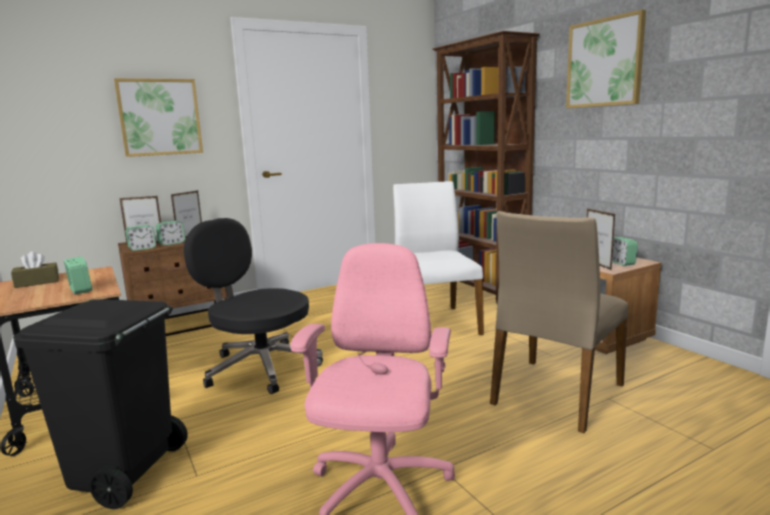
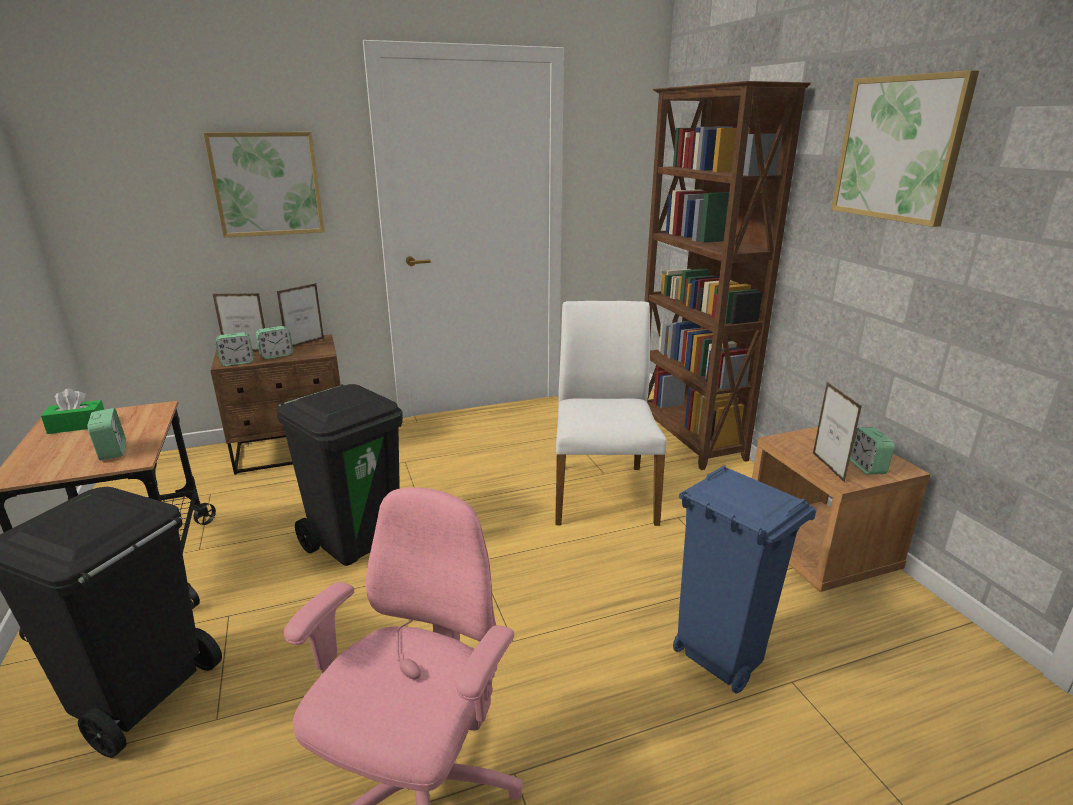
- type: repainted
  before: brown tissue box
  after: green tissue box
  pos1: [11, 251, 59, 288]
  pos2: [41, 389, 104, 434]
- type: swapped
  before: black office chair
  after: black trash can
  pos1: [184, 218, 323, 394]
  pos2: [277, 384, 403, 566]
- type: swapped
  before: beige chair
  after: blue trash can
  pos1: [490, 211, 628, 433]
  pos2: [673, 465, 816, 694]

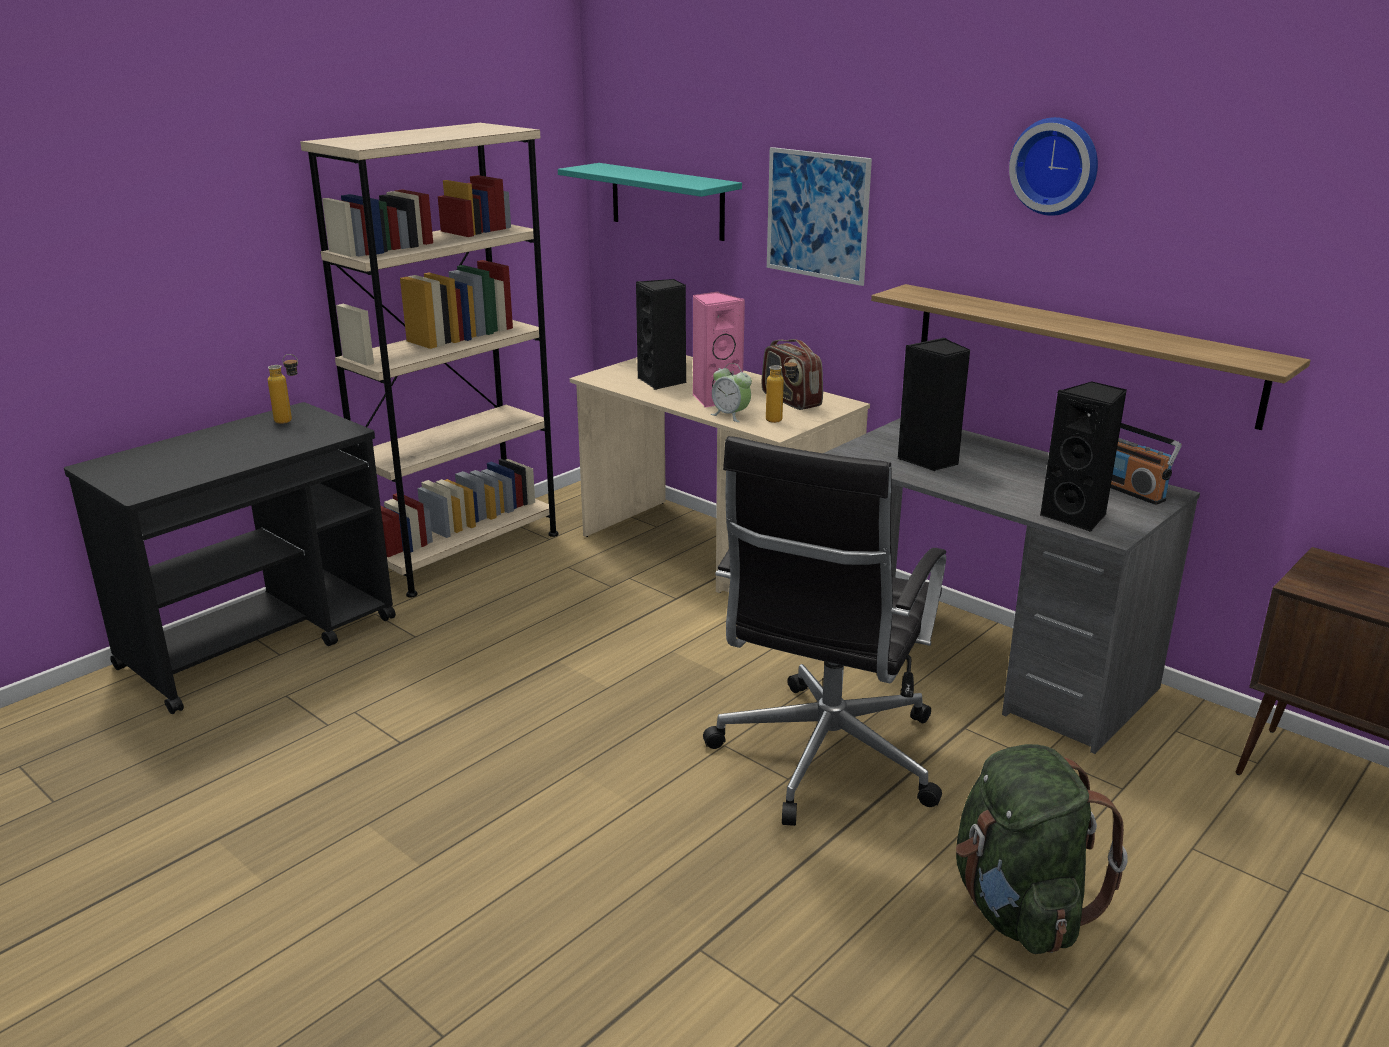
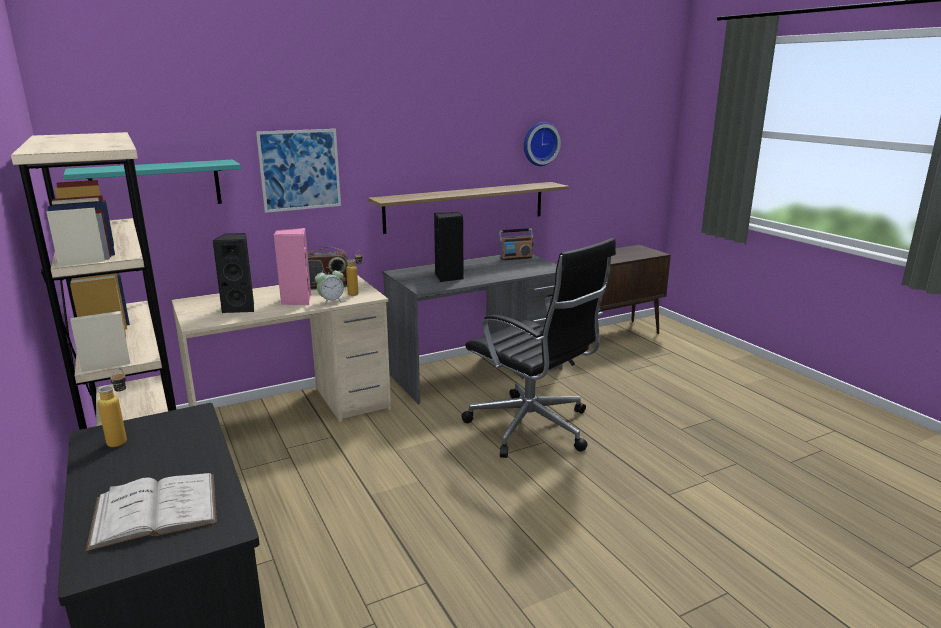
- type: new
  after: white book
  pos2: [86, 473, 217, 552]
- type: shifted
  before: wall clock
  pos1: [1009, 117, 1098, 216]
  pos2: [524, 122, 561, 166]
- type: gone
  before: green backpack
  pos1: [956, 744, 1128, 954]
- type: gone
  before: black speaker
  pos1: [1040, 381, 1127, 532]

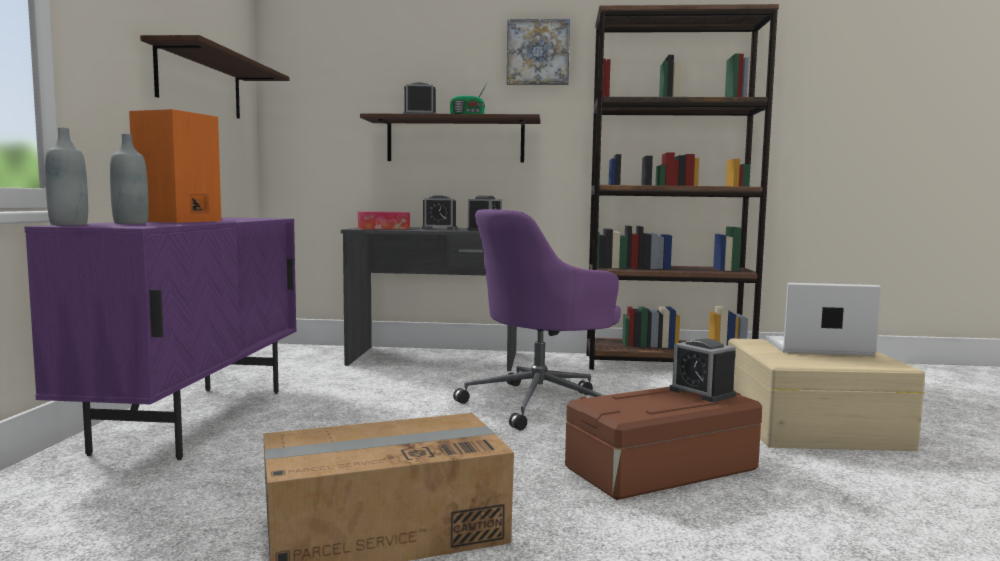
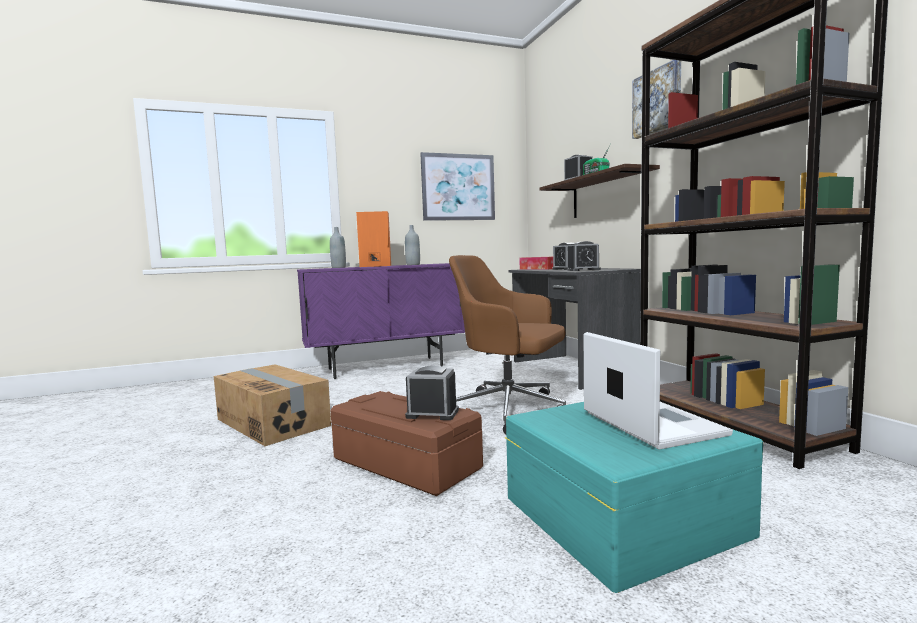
- type: shifted
  before: grey bottle
  pos1: [45, 128, 88, 225]
  pos2: [405, 225, 420, 265]
- type: rotated
  before: alarm clock
  pos1: [670, 339, 736, 402]
  pos2: [405, 366, 459, 420]
  turn: 75
- type: swapped
  before: shelf
  after: picture
  pos1: [140, 35, 289, 119]
  pos2: [420, 152, 495, 221]
- type: repainted
  before: purple office chair
  after: brown office chair
  pos1: [453, 209, 621, 430]
  pos2: [449, 255, 566, 434]
- type: repainted
  before: beige storage box
  after: turquoise storage box
  pos1: [728, 339, 925, 451]
  pos2: [505, 402, 763, 593]

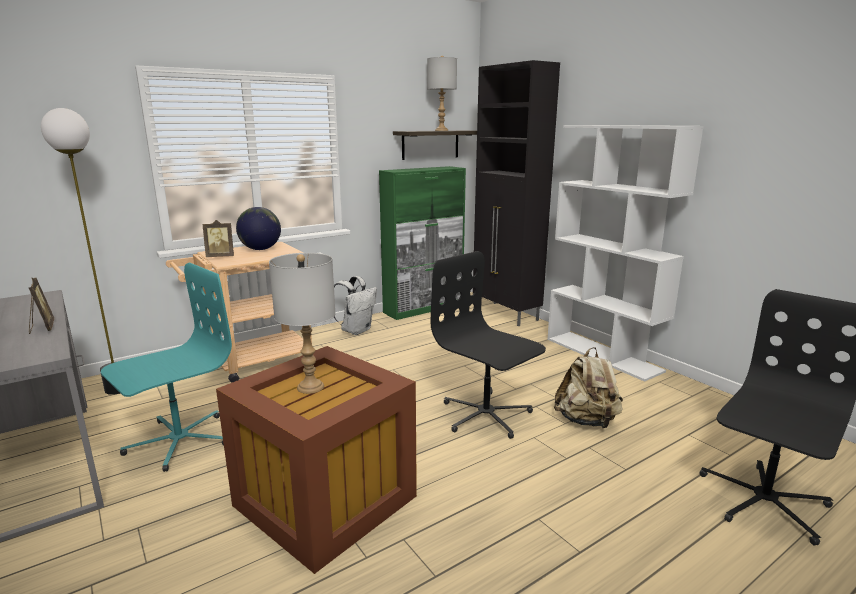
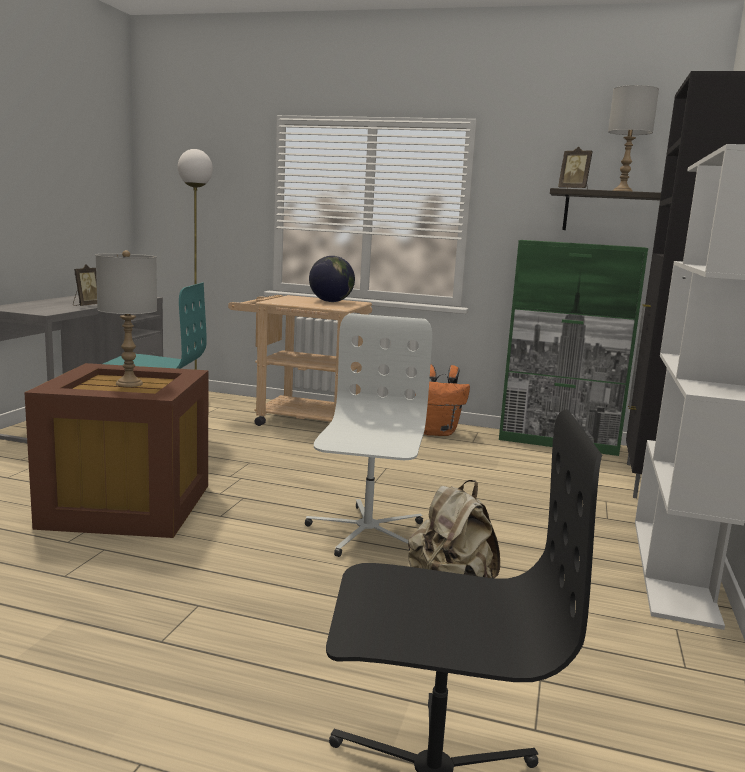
- type: repainted
  before: black office chair
  after: white office chair
  pos1: [431, 251, 546, 439]
  pos2: [305, 313, 432, 557]
- type: repainted
  before: white backpack
  after: orange backpack
  pos1: [334, 276, 377, 335]
  pos2: [415, 364, 470, 436]
- type: shifted
  before: picture frame
  pos1: [203, 220, 234, 257]
  pos2: [558, 147, 593, 190]

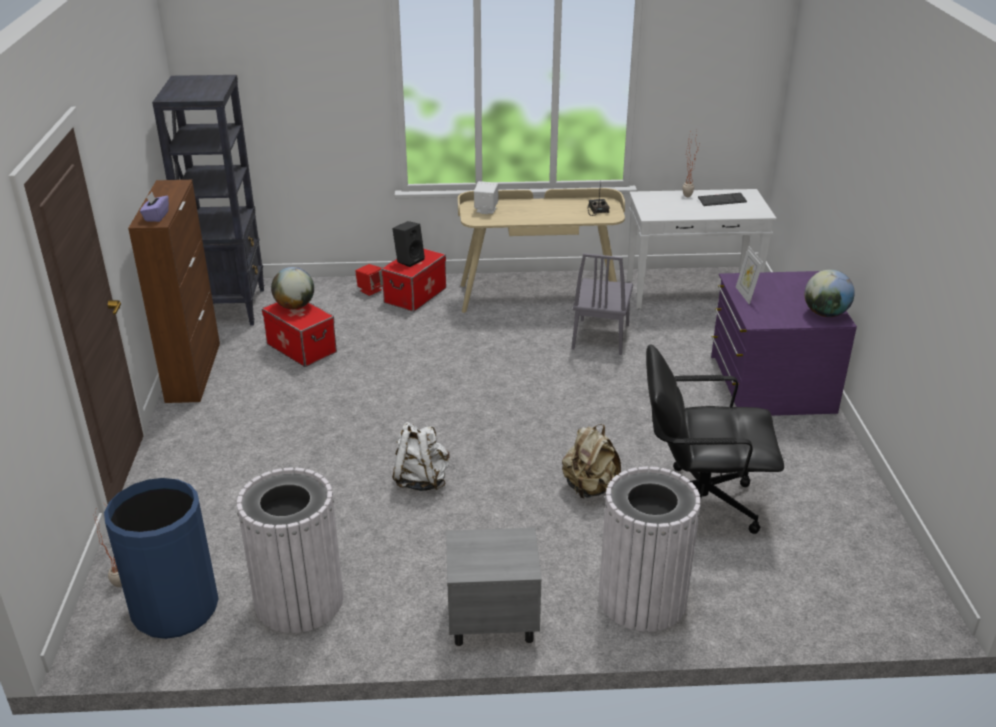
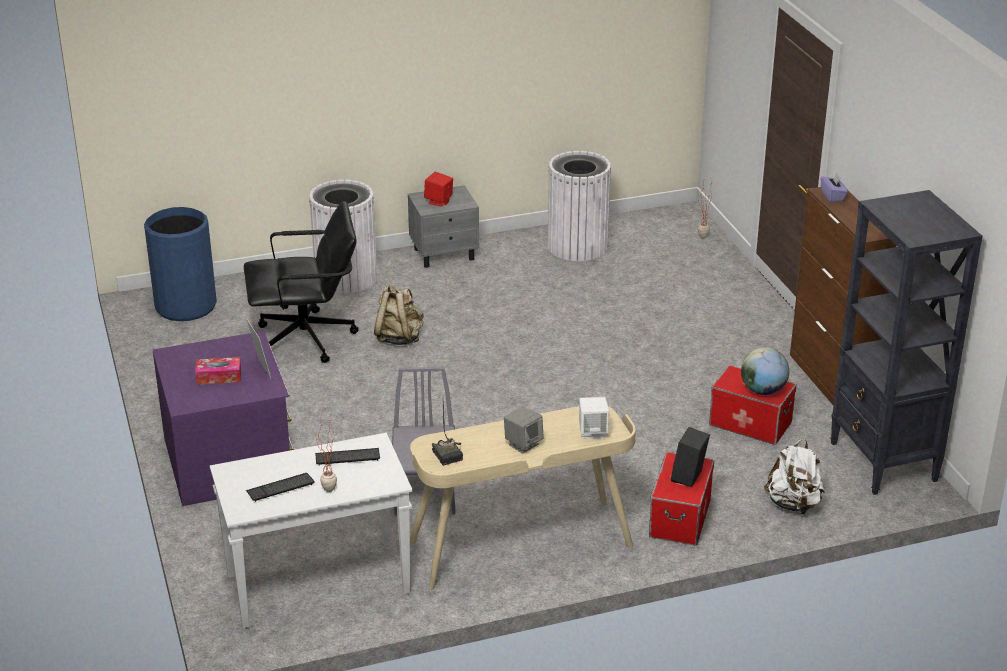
- type: shifted
  before: blue trash can
  pos1: [104, 478, 219, 639]
  pos2: [144, 207, 217, 321]
- type: new
  after: tissue box
  pos2: [195, 357, 241, 385]
- type: new
  after: keyboard
  pos2: [315, 448, 380, 466]
- type: shifted
  before: red speaker
  pos1: [355, 264, 383, 296]
  pos2: [424, 172, 453, 206]
- type: new
  after: grey speaker
  pos2: [504, 407, 544, 454]
- type: shifted
  before: white backpack
  pos1: [393, 422, 450, 491]
  pos2: [764, 439, 825, 514]
- type: gone
  before: globe
  pos1: [804, 270, 855, 317]

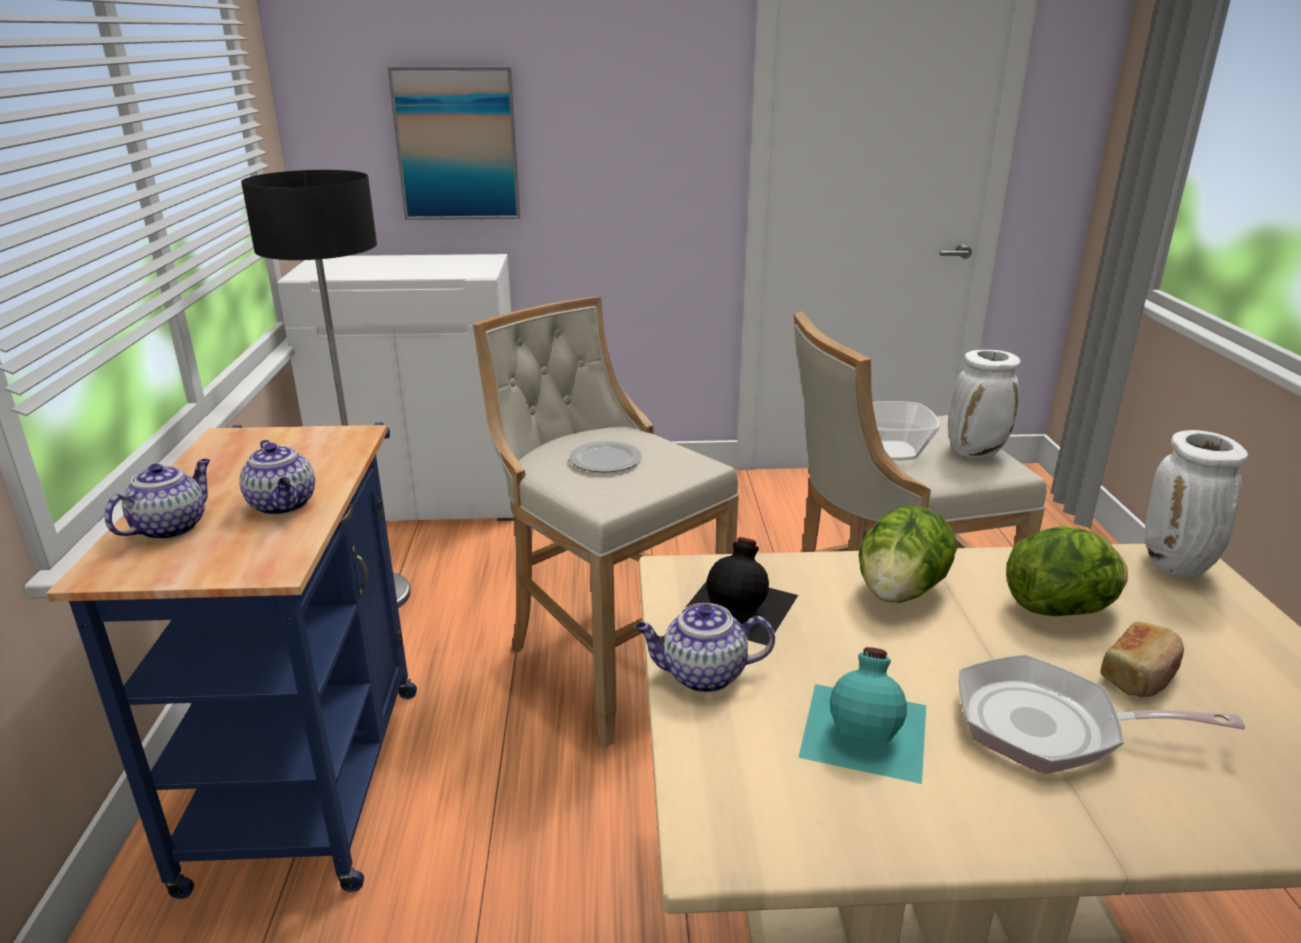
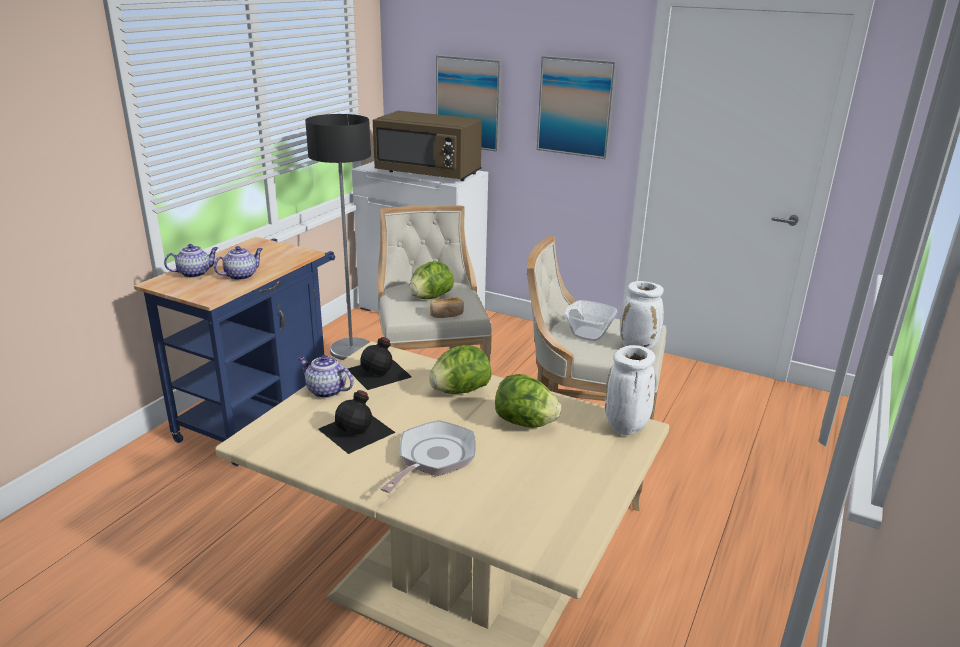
- type: rotated
  before: teapot
  pos1: [239, 440, 315, 515]
  pos2: [214, 246, 263, 280]
  turn: -135
- type: repainted
  before: turquoise bottle
  after: black bottle
  pos1: [798, 647, 926, 784]
  pos2: [318, 390, 396, 454]
- type: new
  after: brown microwave
  pos2: [373, 111, 482, 181]
- type: rotated
  before: frying pan
  pos1: [959, 655, 1245, 774]
  pos2: [380, 420, 476, 493]
  turn: 75
- type: swapped
  before: plate
  after: lettuce
  pos1: [569, 441, 642, 472]
  pos2: [409, 261, 454, 299]
- type: shifted
  before: bread
  pos1: [1101, 622, 1184, 698]
  pos2: [430, 297, 464, 318]
- type: new
  after: picture
  pos2: [537, 56, 617, 159]

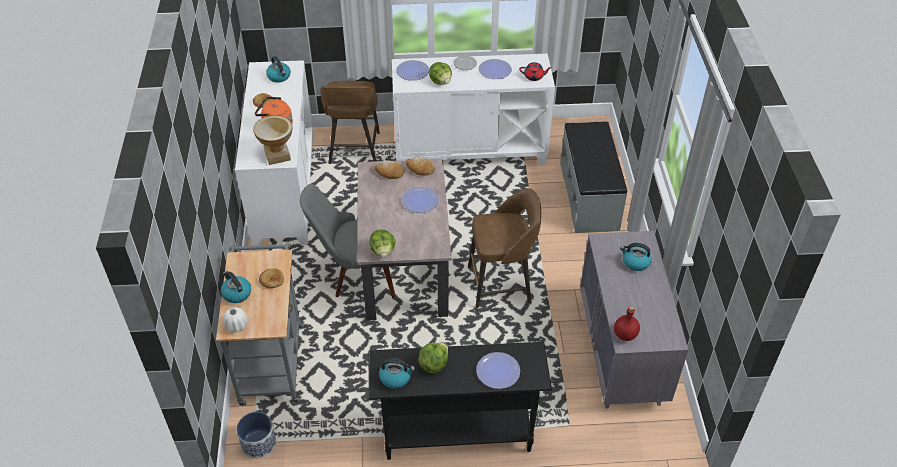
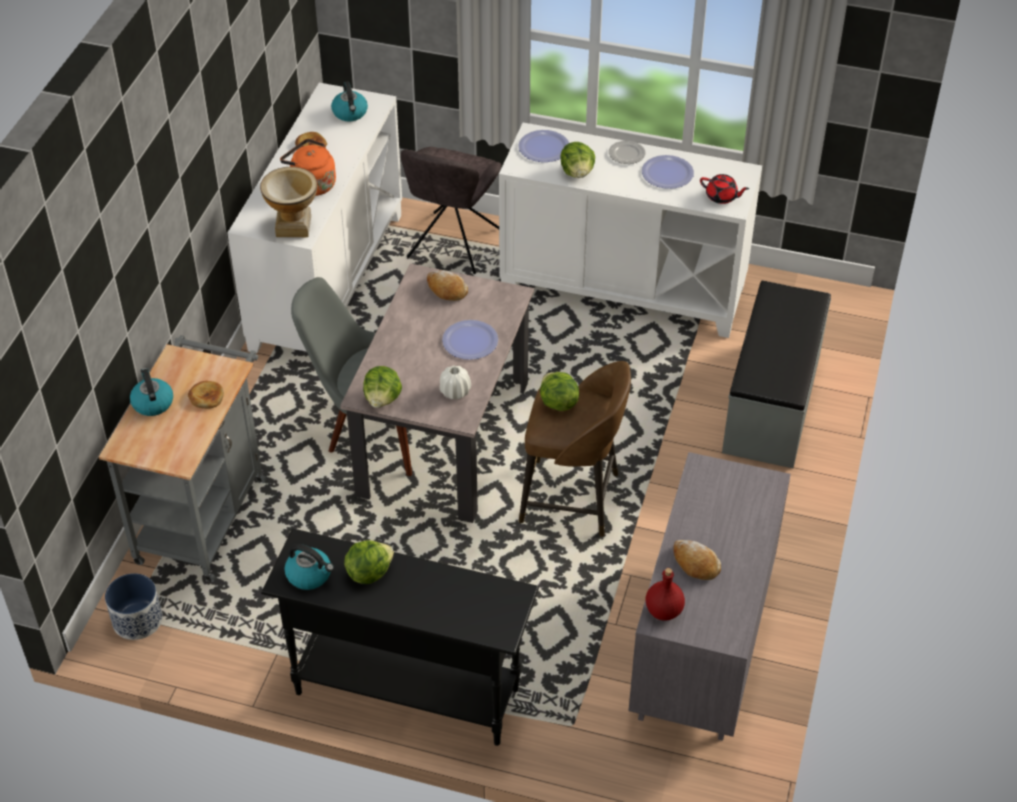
- type: swapped
  before: brown stool
  after: grey chair
  pos1: [321, 81, 380, 164]
  pos2: [401, 147, 501, 274]
- type: shifted
  before: white vase
  pos1: [223, 307, 248, 332]
  pos2: [440, 365, 471, 399]
- type: new
  after: lettuce
  pos2: [540, 372, 579, 411]
- type: shifted
  before: bread
  pos1: [406, 157, 435, 176]
  pos2: [673, 540, 721, 580]
- type: gone
  before: plate
  pos1: [476, 352, 520, 389]
- type: gone
  before: kettle
  pos1: [620, 243, 652, 271]

